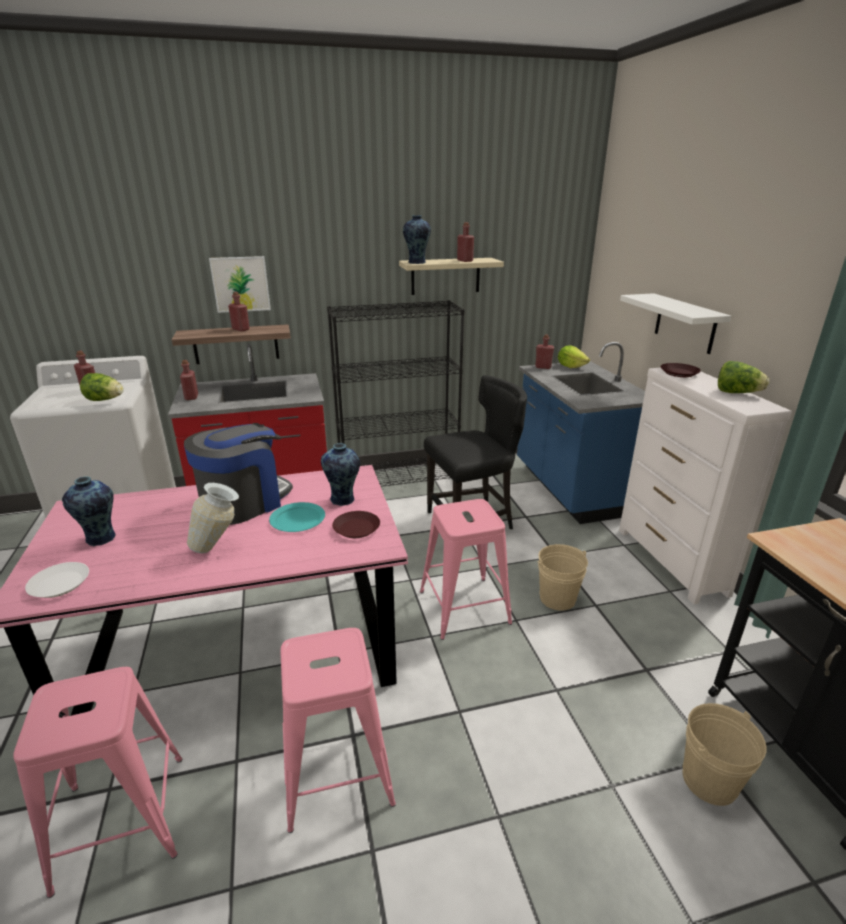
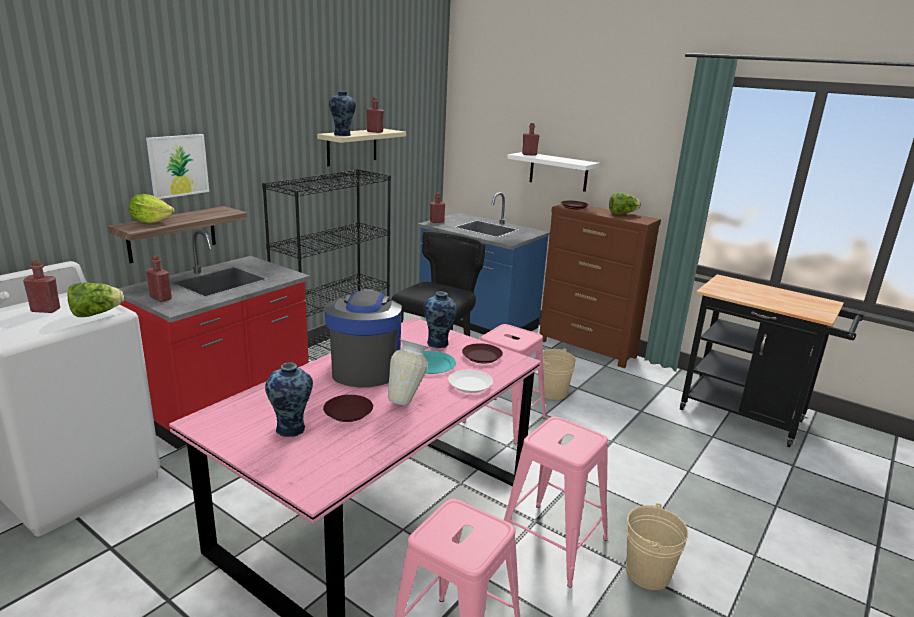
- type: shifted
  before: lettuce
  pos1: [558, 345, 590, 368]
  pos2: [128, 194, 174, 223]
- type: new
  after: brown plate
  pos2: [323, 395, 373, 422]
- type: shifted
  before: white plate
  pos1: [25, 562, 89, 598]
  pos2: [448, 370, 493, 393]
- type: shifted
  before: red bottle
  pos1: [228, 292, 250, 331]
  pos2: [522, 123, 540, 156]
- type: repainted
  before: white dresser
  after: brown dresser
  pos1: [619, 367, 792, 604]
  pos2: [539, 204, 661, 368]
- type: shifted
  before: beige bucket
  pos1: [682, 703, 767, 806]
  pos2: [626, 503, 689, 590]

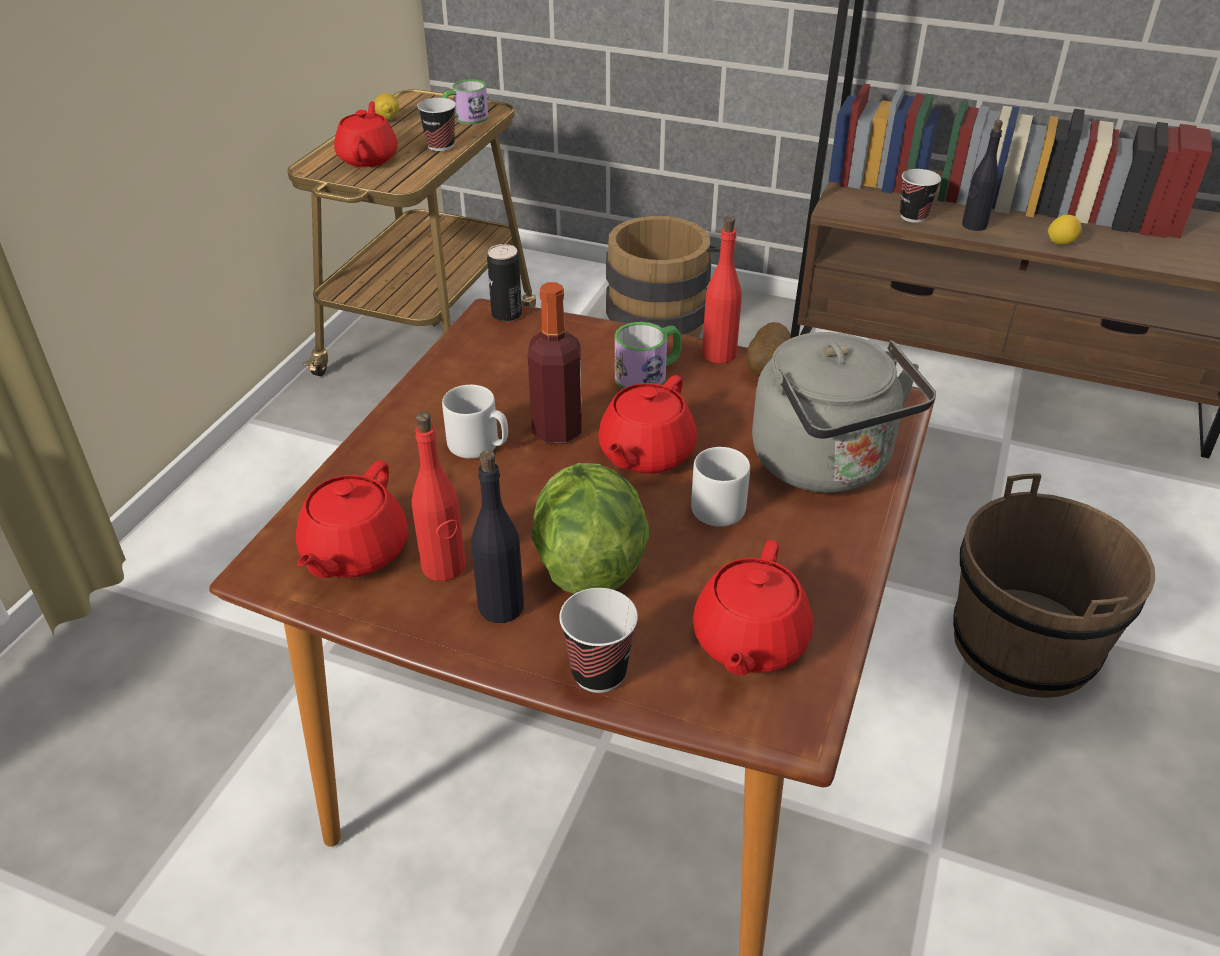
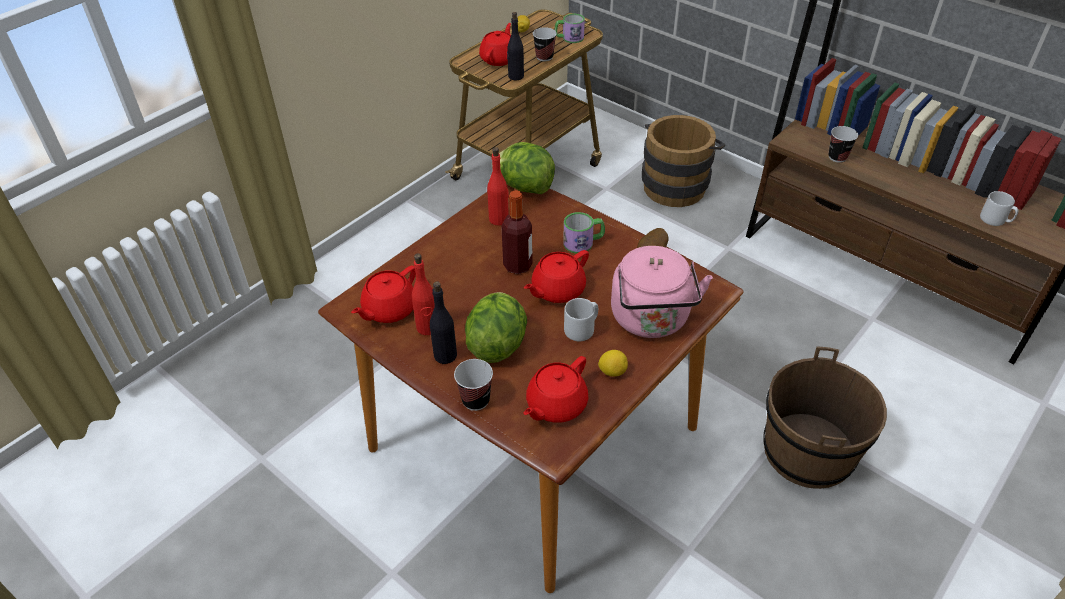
- type: shifted
  before: red bottle
  pos1: [702, 216, 742, 364]
  pos2: [487, 147, 509, 226]
- type: swapped
  before: can
  after: lettuce
  pos1: [487, 244, 522, 322]
  pos2: [492, 142, 555, 194]
- type: shifted
  before: black bottle
  pos1: [962, 120, 1003, 231]
  pos2: [507, 12, 524, 80]
- type: shifted
  before: lemon
  pos1: [1048, 215, 1082, 245]
  pos2: [598, 350, 628, 377]
- type: repainted
  before: grey kettle
  after: pink kettle
  pos1: [752, 332, 936, 493]
  pos2: [611, 246, 713, 338]
- type: shifted
  before: grey mug
  pos1: [442, 385, 508, 459]
  pos2: [980, 191, 1018, 226]

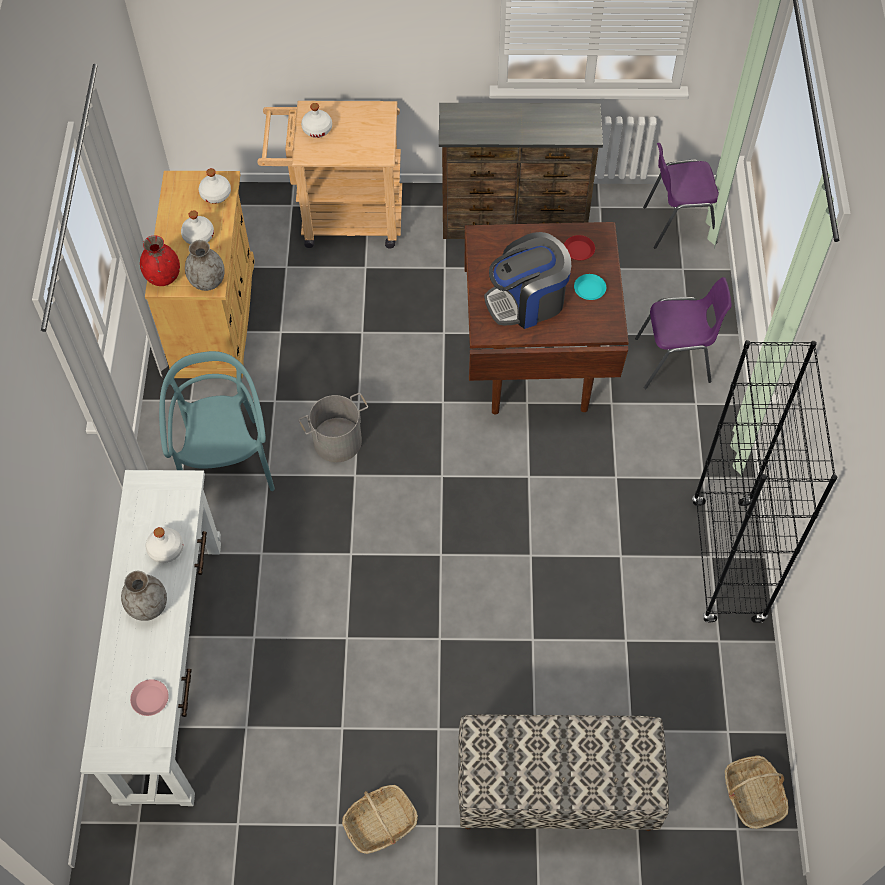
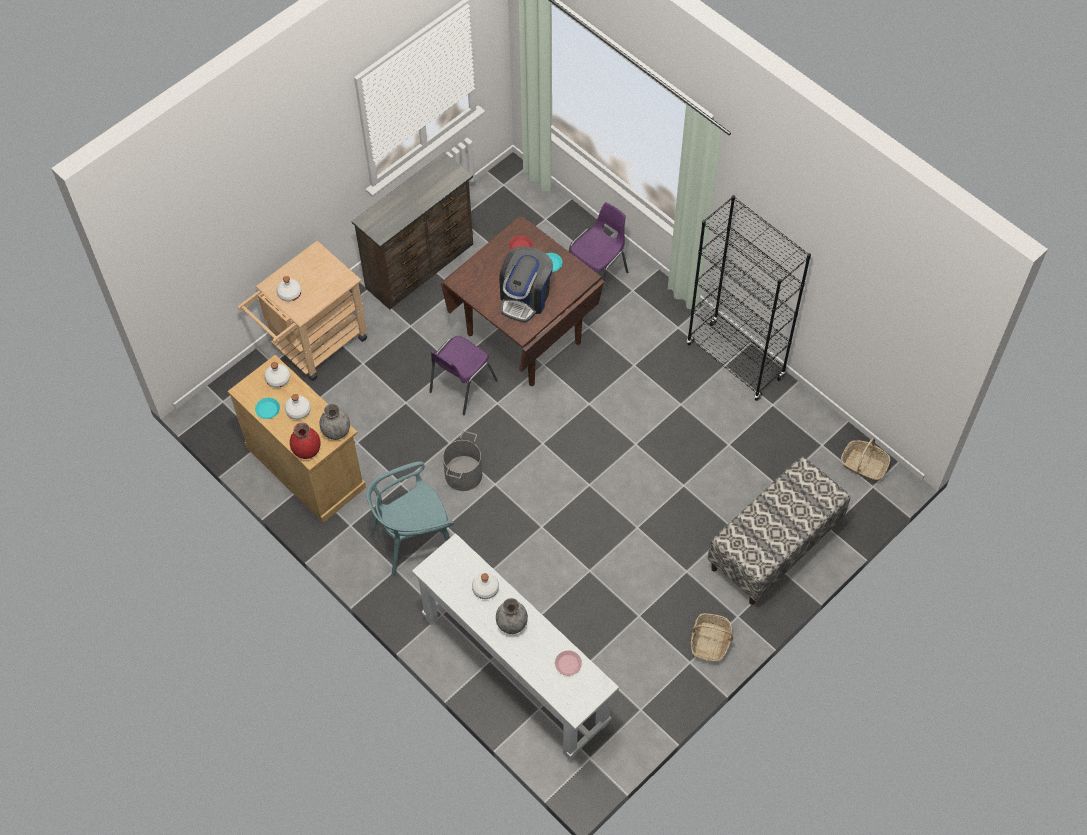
- type: new
  after: turquoise plate
  pos2: [255, 398, 280, 419]
- type: rotated
  before: turquoise chair
  pos1: [159, 351, 275, 491]
  pos2: [367, 461, 454, 577]
  turn: -60
- type: shifted
  before: purple chair
  pos1: [643, 143, 719, 249]
  pos2: [429, 336, 498, 415]

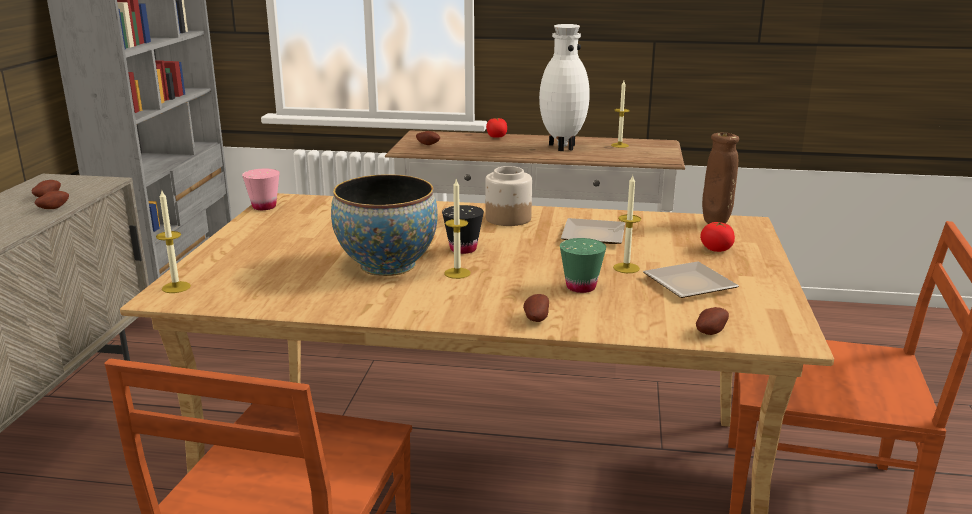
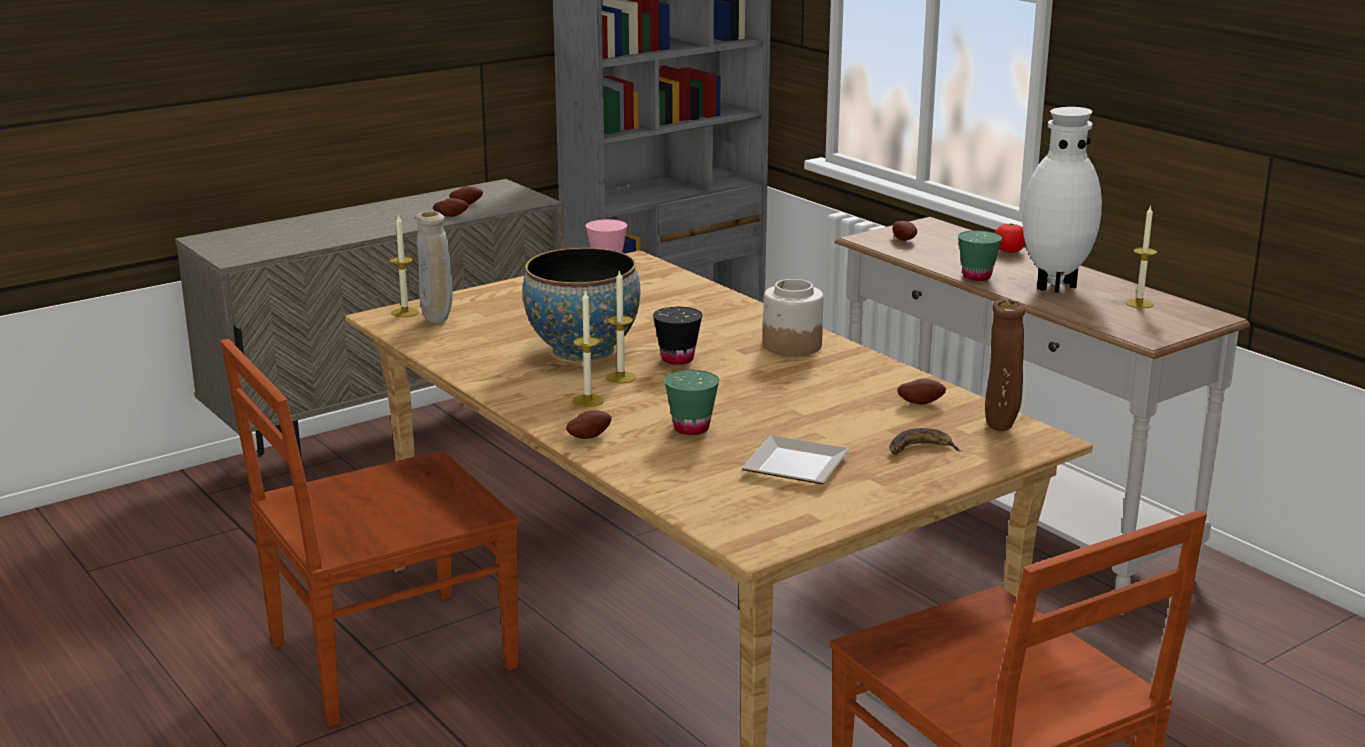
- type: new
  after: beige vase
  pos2: [415, 211, 453, 323]
- type: shifted
  before: candle
  pos1: [613, 175, 641, 273]
  pos2: [573, 290, 604, 407]
- type: swapped
  before: tomato
  after: banana
  pos1: [700, 222, 735, 252]
  pos2: [889, 428, 963, 455]
- type: shifted
  before: potato
  pos1: [696, 307, 729, 335]
  pos2: [897, 379, 946, 404]
- type: new
  after: green cup
  pos2: [958, 231, 1002, 281]
- type: gone
  before: plate
  pos1: [561, 218, 625, 244]

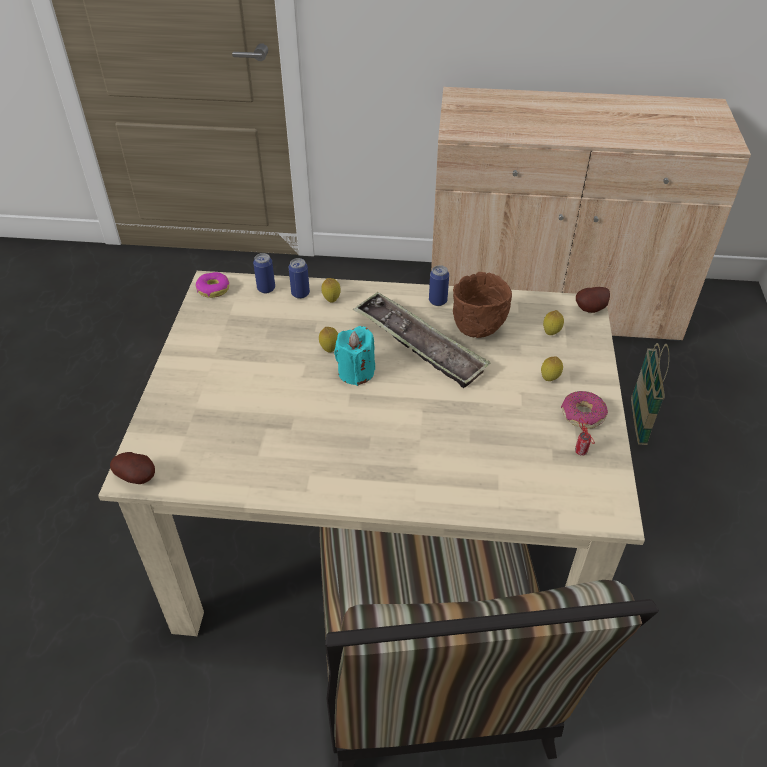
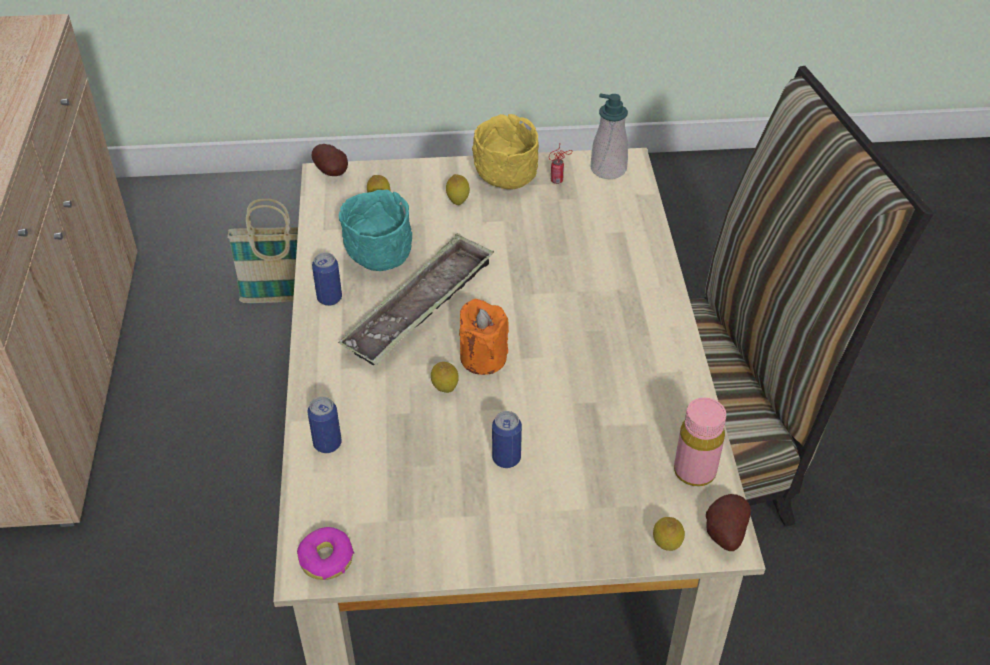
- type: repainted
  before: brown bowl
  after: turquoise bowl
  pos1: [453, 272, 512, 338]
  pos2: [339, 189, 412, 271]
- type: repainted
  before: turquoise candle
  after: orange candle
  pos1: [334, 326, 375, 386]
  pos2: [459, 299, 509, 375]
- type: swapped
  before: donut
  after: yellow bowl
  pos1: [561, 391, 608, 429]
  pos2: [472, 114, 539, 189]
- type: shifted
  before: can
  pos1: [253, 253, 275, 293]
  pos2: [492, 411, 522, 468]
- type: new
  after: soap dispenser
  pos2: [591, 93, 628, 179]
- type: shifted
  before: lemon
  pos1: [321, 278, 341, 303]
  pos2: [653, 517, 685, 551]
- type: new
  after: pink bottle
  pos2: [674, 398, 726, 486]

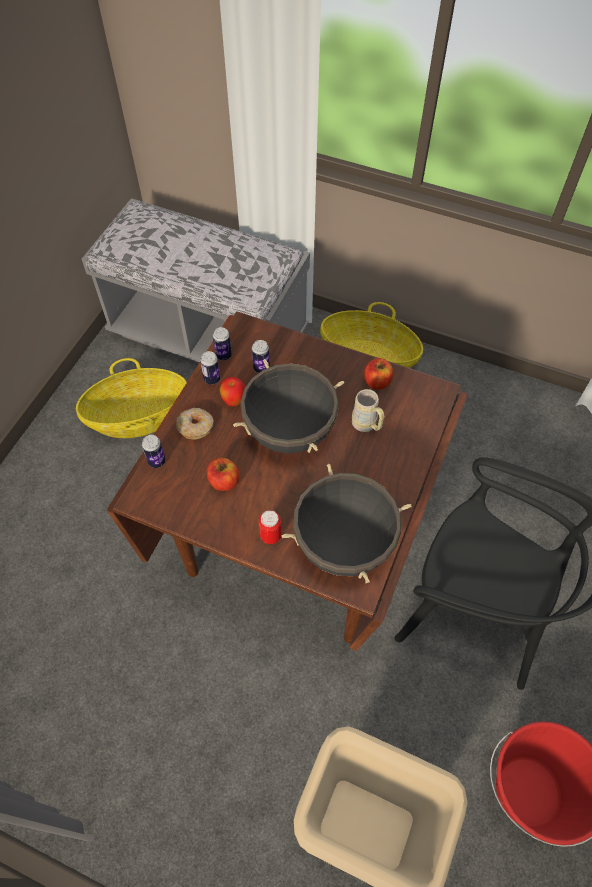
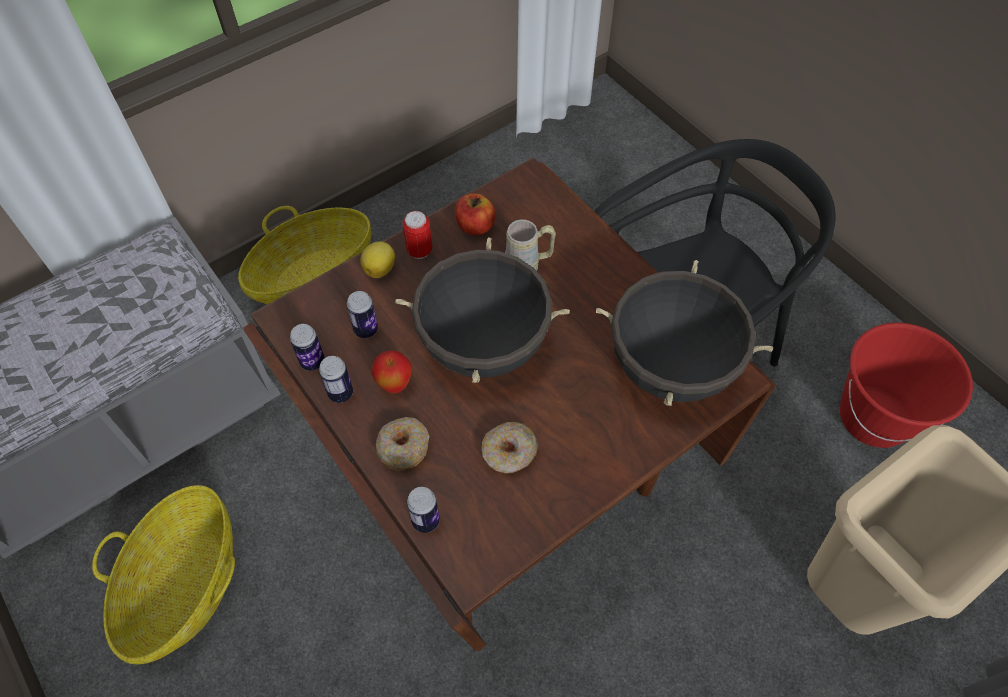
- type: new
  after: lemon
  pos2: [360, 241, 395, 278]
- type: shifted
  before: can
  pos1: [259, 510, 281, 544]
  pos2: [403, 211, 432, 259]
- type: swapped
  before: apple
  after: donut
  pos1: [207, 458, 240, 491]
  pos2: [481, 422, 538, 474]

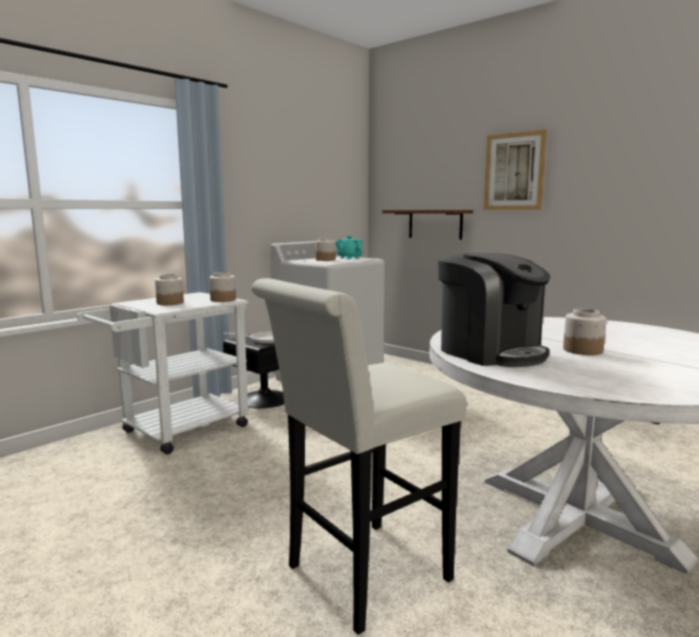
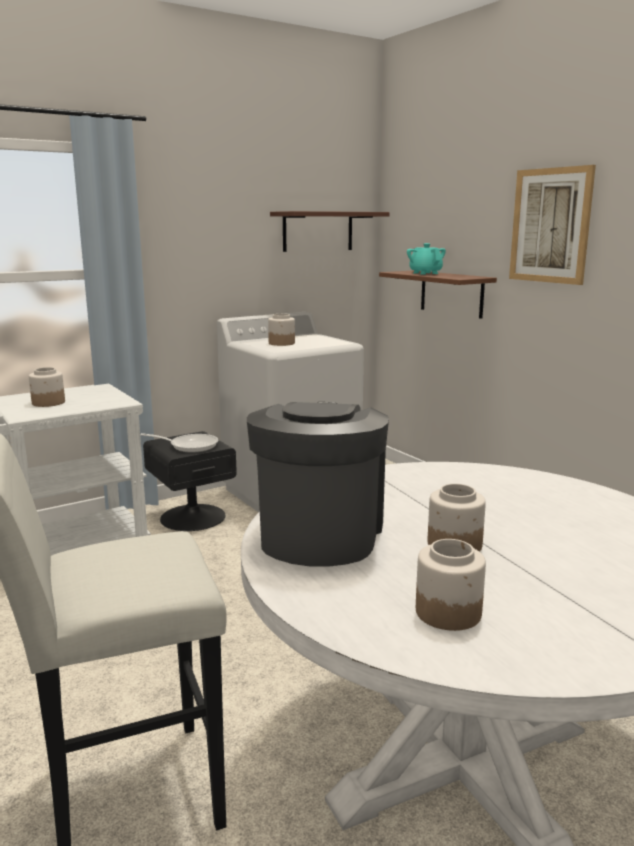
- type: rotated
  before: coffee machine
  pos1: [438, 253, 551, 367]
  pos2: [247, 402, 389, 567]
  turn: -150
- type: new
  after: brown shelf
  pos2: [270, 211, 390, 252]
- type: shifted
  before: turquoise teapot
  pos1: [336, 236, 363, 259]
  pos2: [407, 243, 446, 275]
- type: shifted
  before: jar
  pos1: [209, 272, 236, 302]
  pos2: [416, 539, 486, 631]

